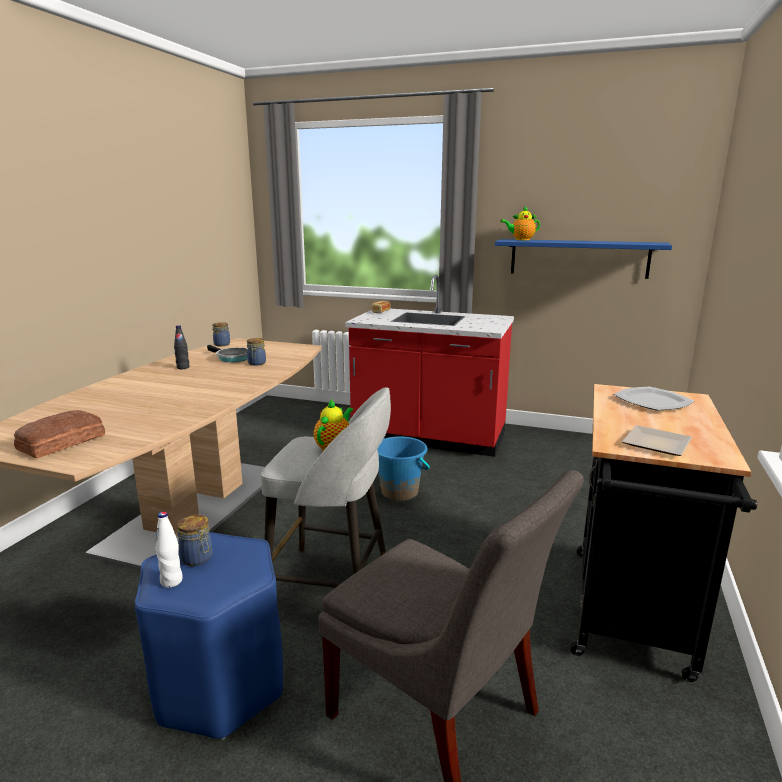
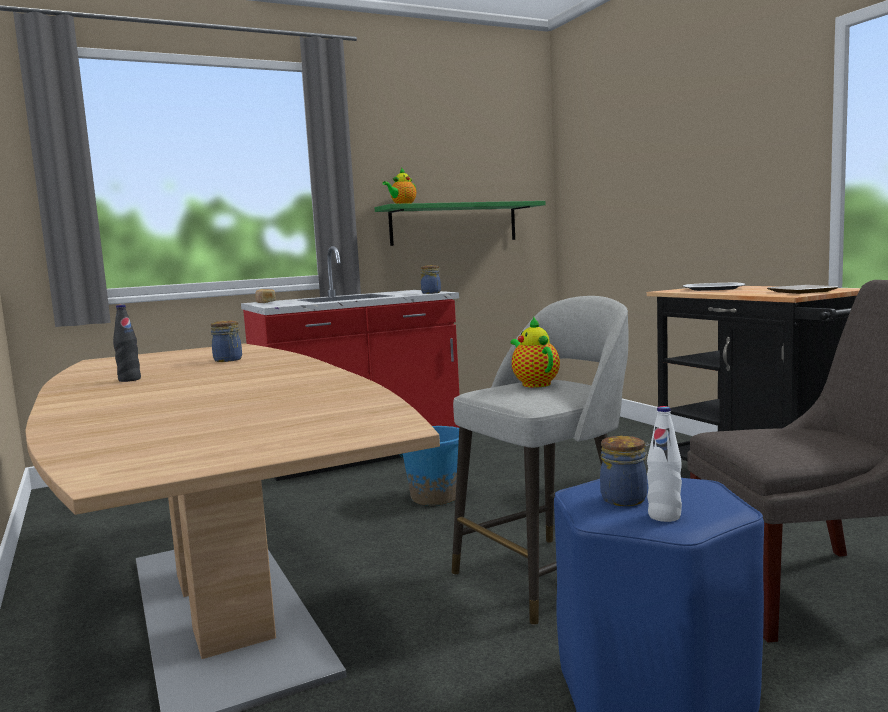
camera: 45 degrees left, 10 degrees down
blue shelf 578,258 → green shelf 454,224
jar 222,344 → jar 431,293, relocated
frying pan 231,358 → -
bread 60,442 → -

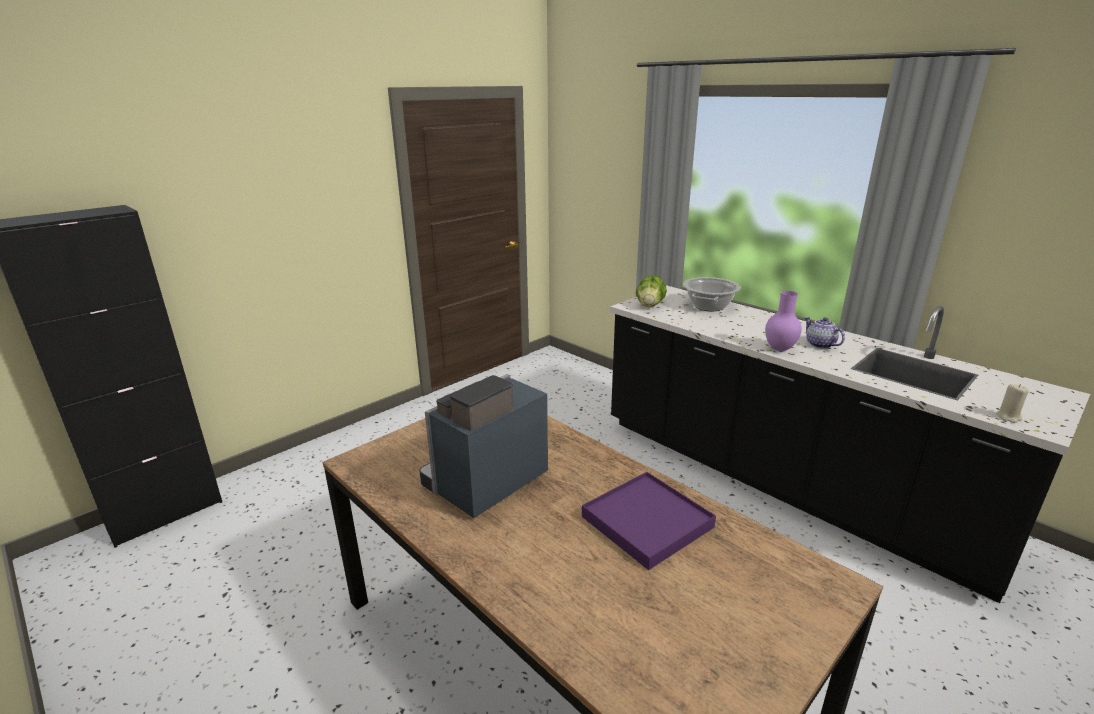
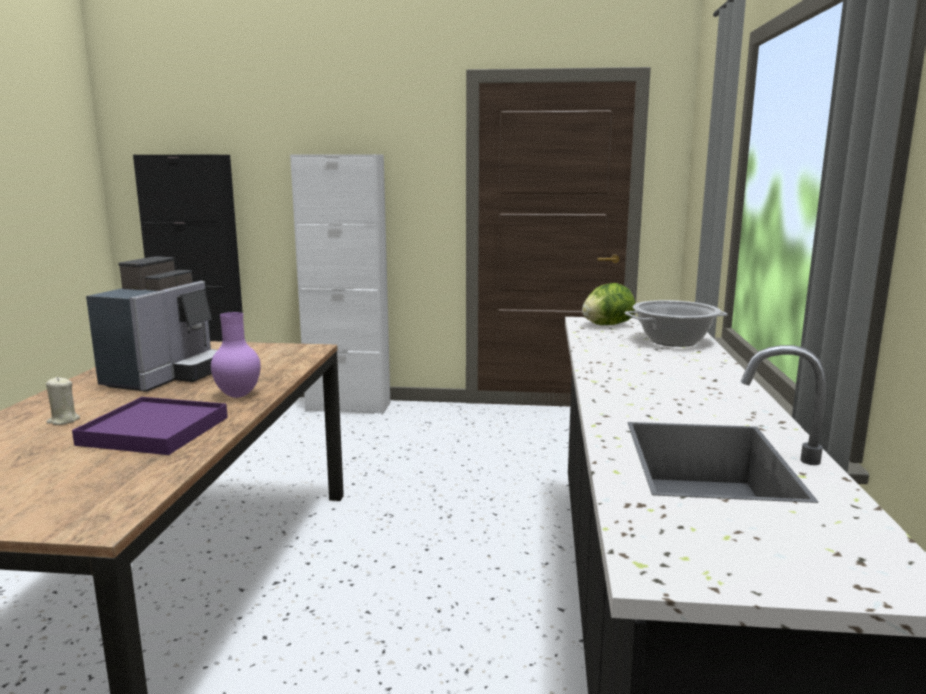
camera: 50 degrees right, 10 degrees down
purple vase 780,349 → purple vase 239,395, relocated
teapot 819,344 → -
coffee machine 484,483 → coffee machine 167,376, 105 degrees clockwise
beige candle 1008,417 → beige candle 63,421, relocated
- → white cabinet 348,407

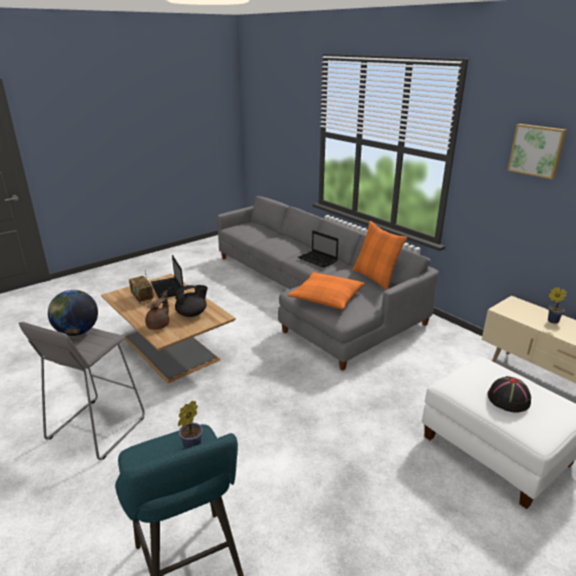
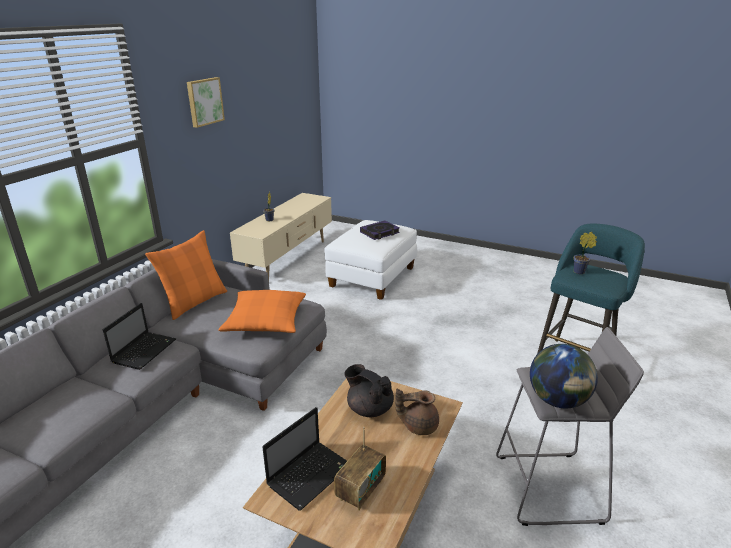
camera: 115 degrees left, 0 degrees up
black hat 508,399 → book 379,233

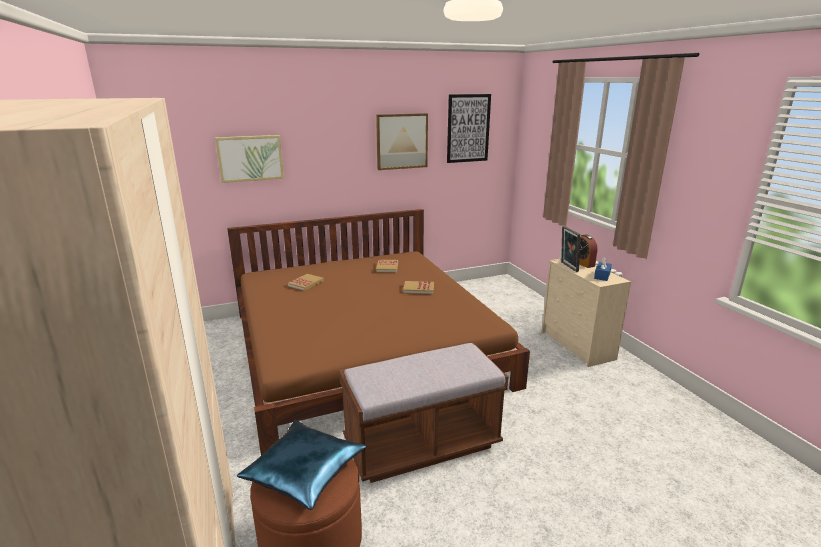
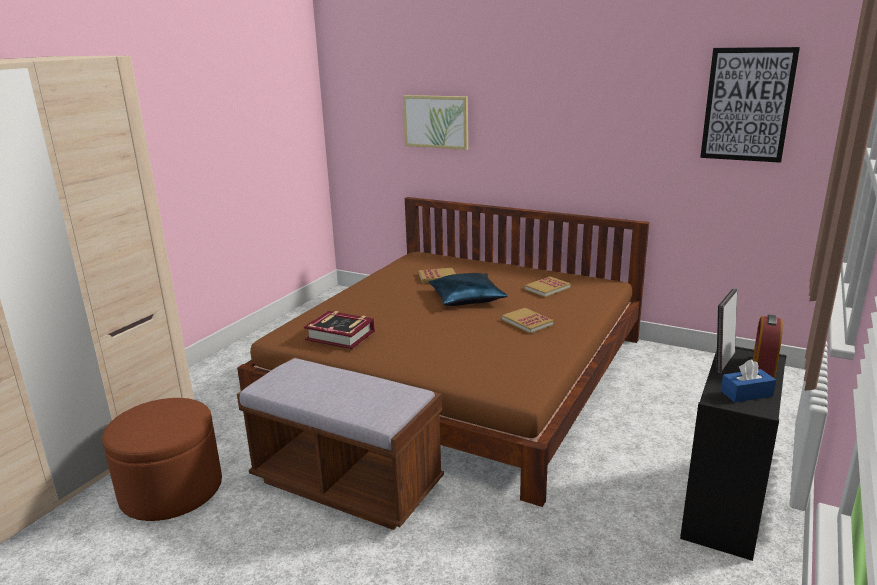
camera: 50 degrees right, 0 degrees up
picture 401,141 → -
beige dresser 578,346 → black dresser 724,508
blue pillow 303,471 → blue pillow 466,298, relocated
- → book 340,335

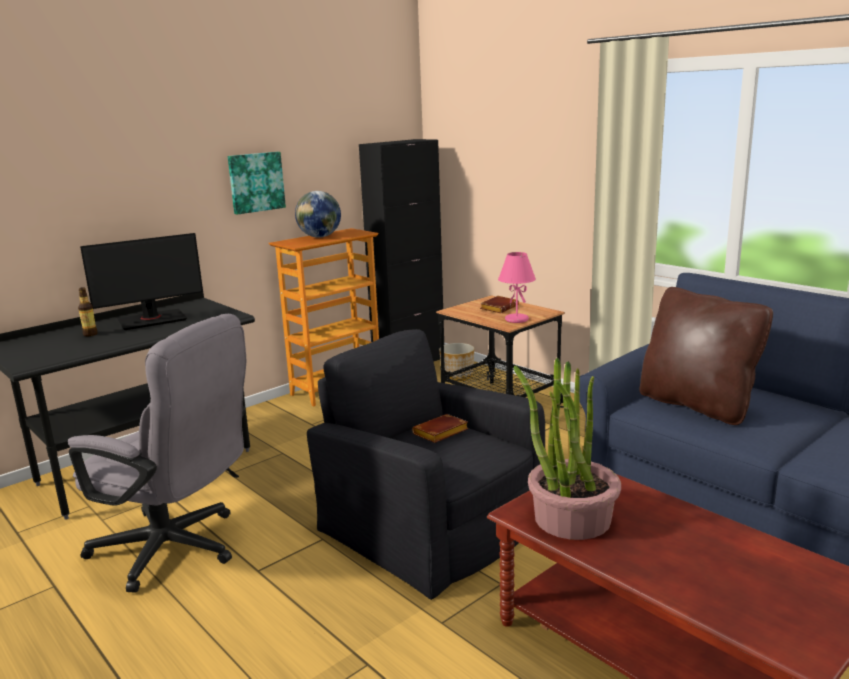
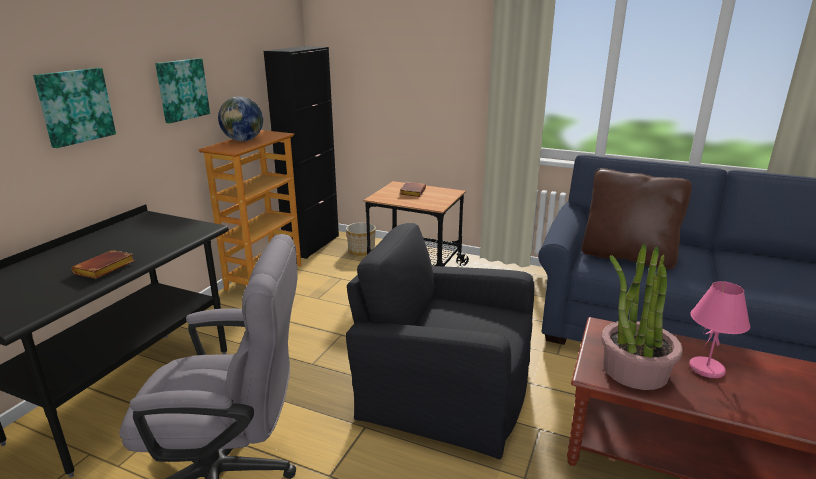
camera: 25 degrees left, 5 degrees up
monitor 152,320 → -
pink table lamp 516,320 → pink table lamp 706,369, relocated
bottle 90,334 → -
brown book 440,433 → brown book 104,269, relocated
- → picture 75,106

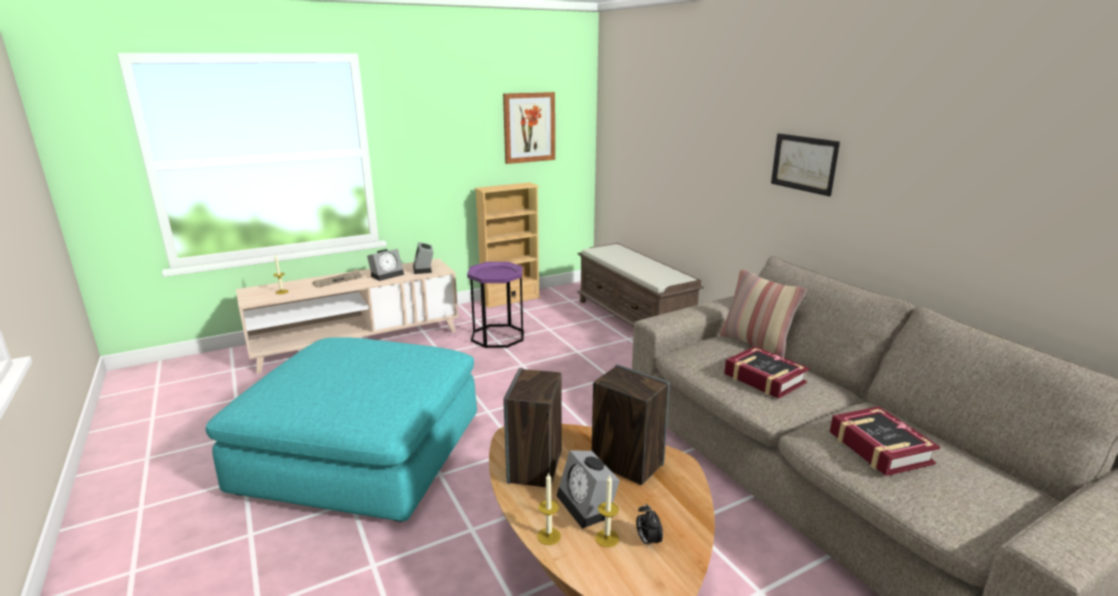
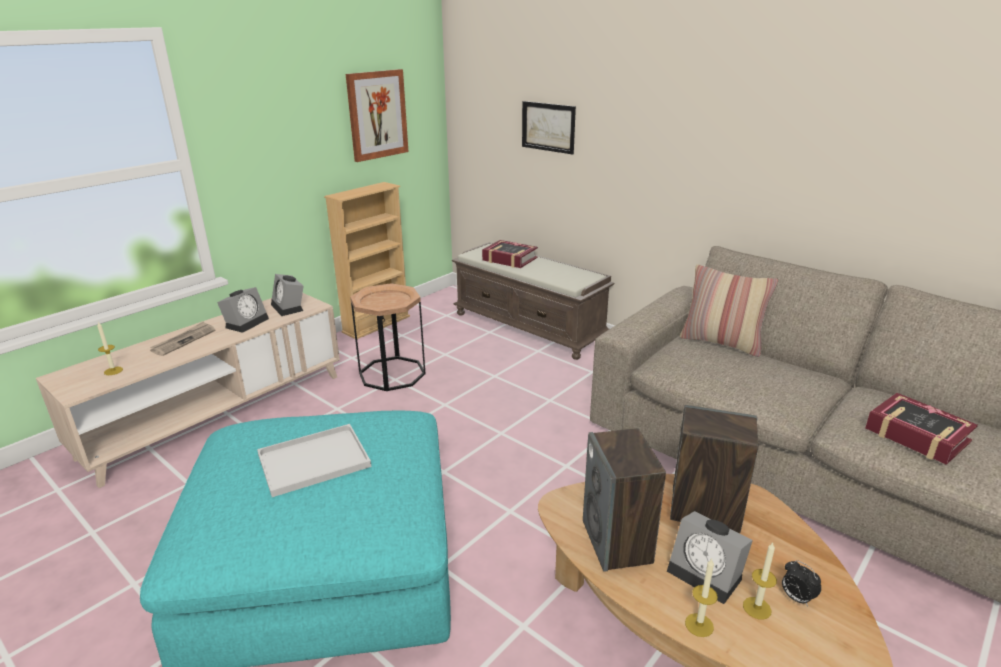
camera: 20 degrees left, 5 degrees up
picture 804,163 → picture 548,127, relocated
purple side table 498,336 → brown side table 392,373
book 764,379 → book 509,259, relocated
- → white tray 315,459

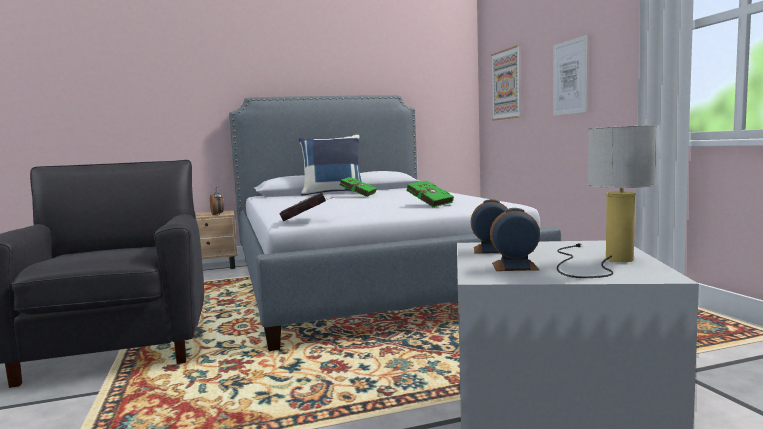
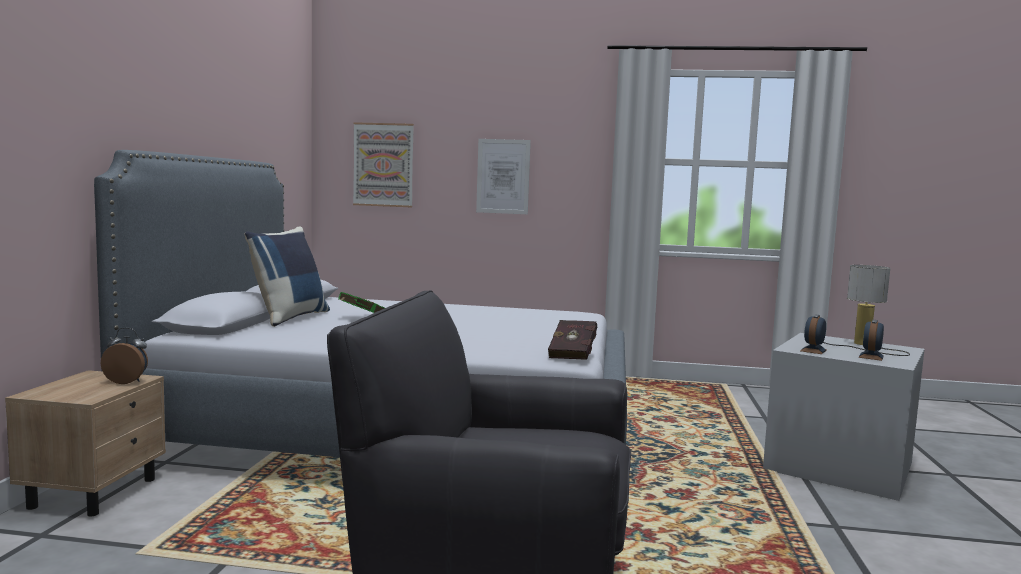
camera: 65 degrees left, 0 degrees up
green book 429,204 → -

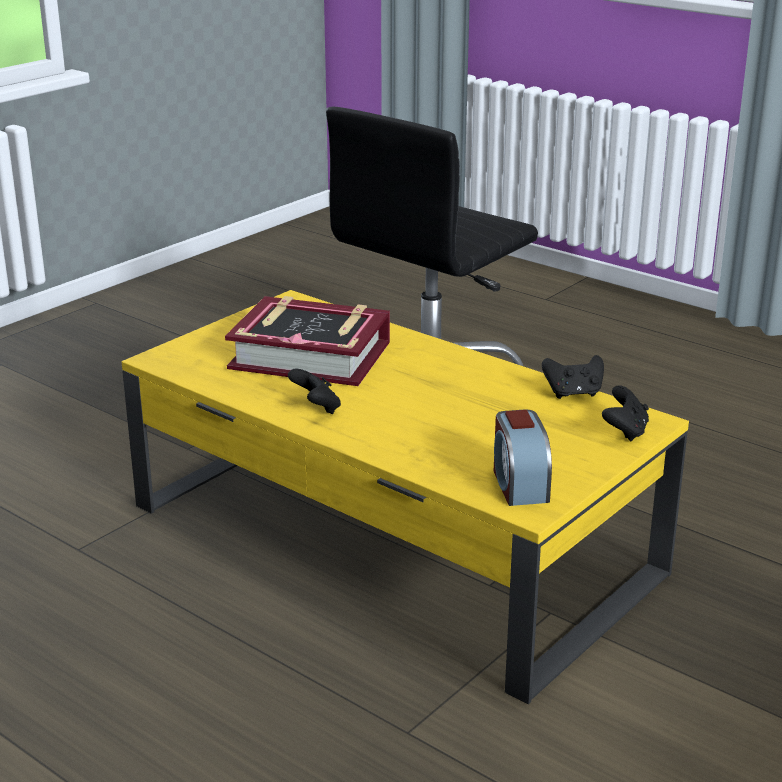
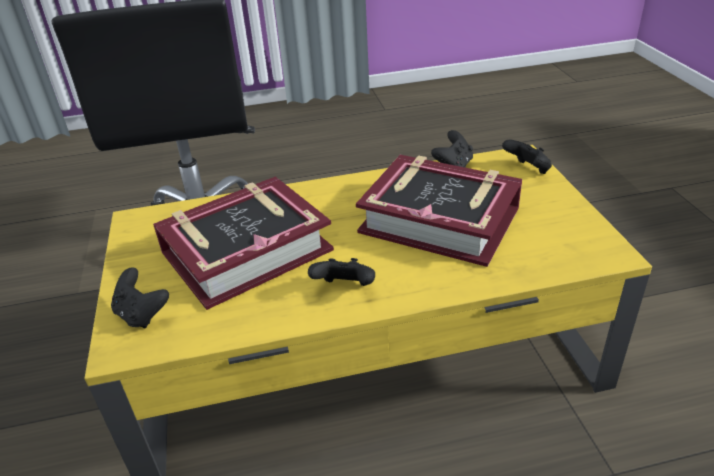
camera: 50 degrees left, 10 degrees up
alarm clock 519,484 → -
- → book 440,220
- → black game controller 142,314

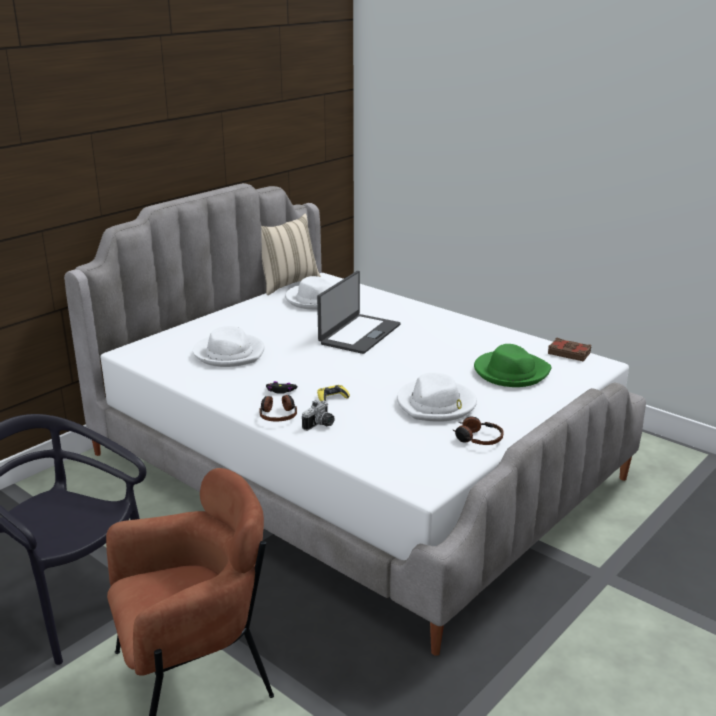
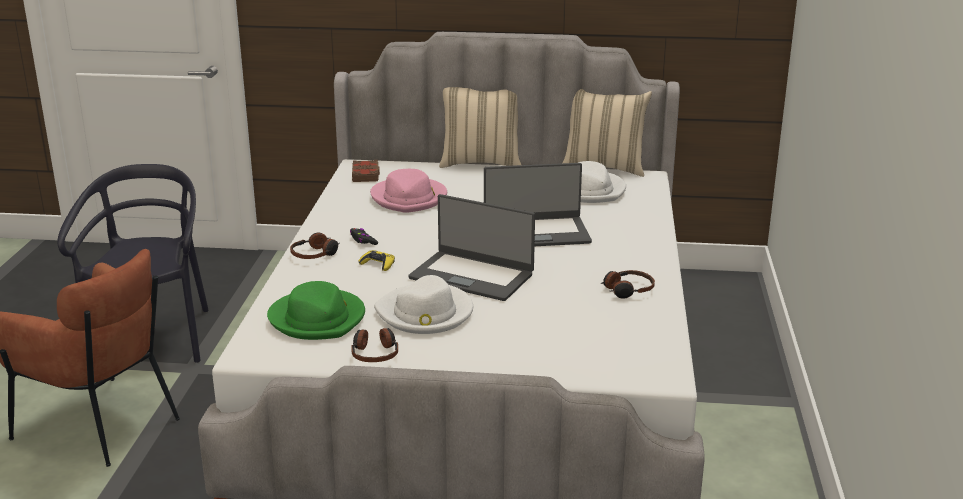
camera: 55 degrees right, 0 degrees up
white hat 229,353 → pink hat 409,198
brown book 569,353 → brown book 366,175, relocated
green hat 511,372 → green hat 318,318, relocated
photo camera 320,425 → -
- → beige pillow 481,163
- → laptop 472,276
- → headphones 627,290

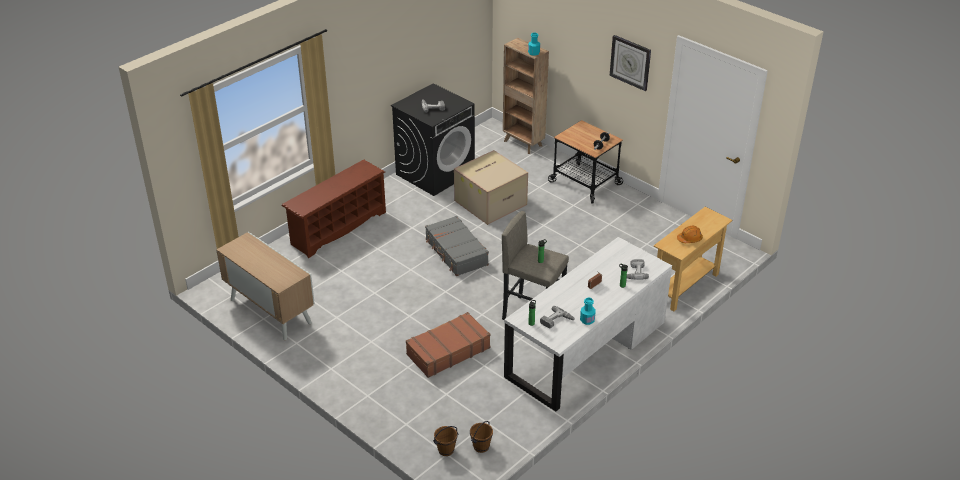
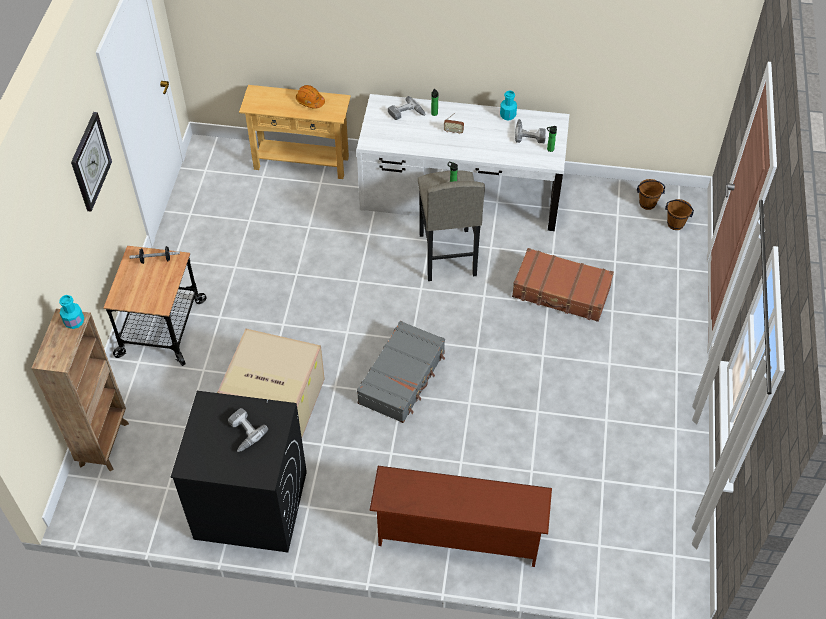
camera: 125 degrees left, 15 degrees up
cabinet 269,311 → -

